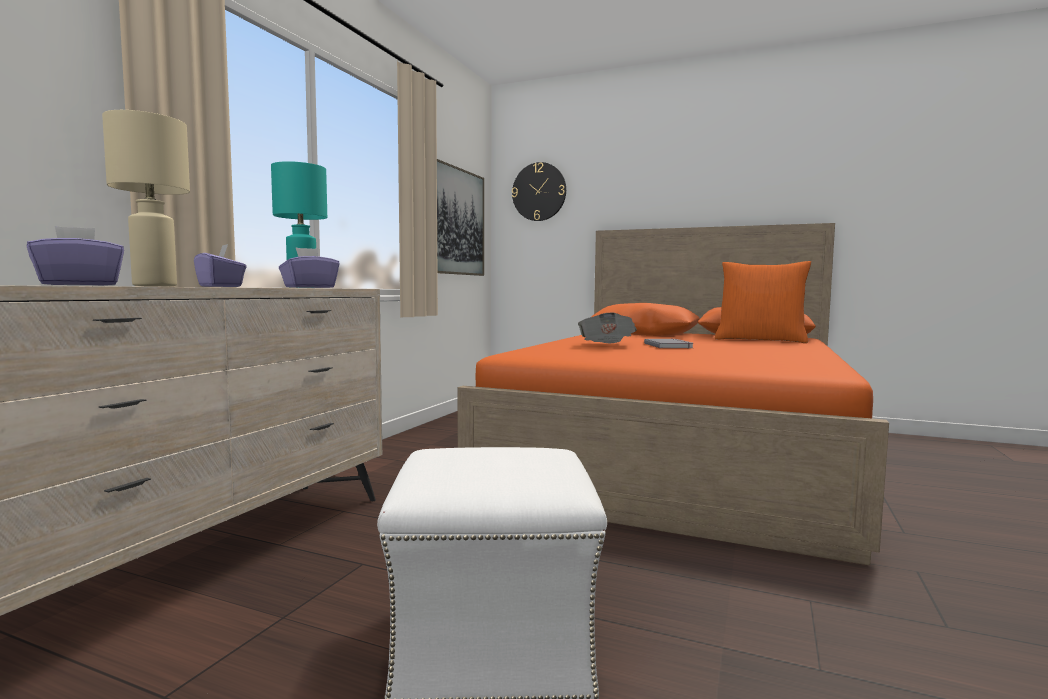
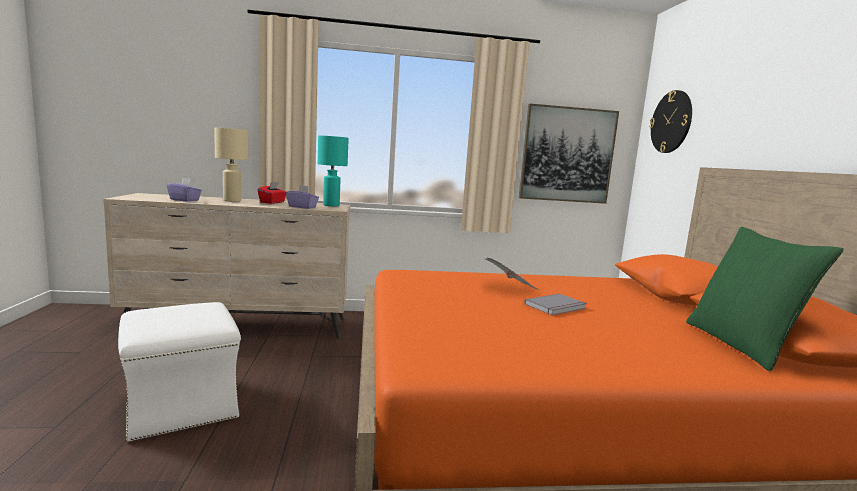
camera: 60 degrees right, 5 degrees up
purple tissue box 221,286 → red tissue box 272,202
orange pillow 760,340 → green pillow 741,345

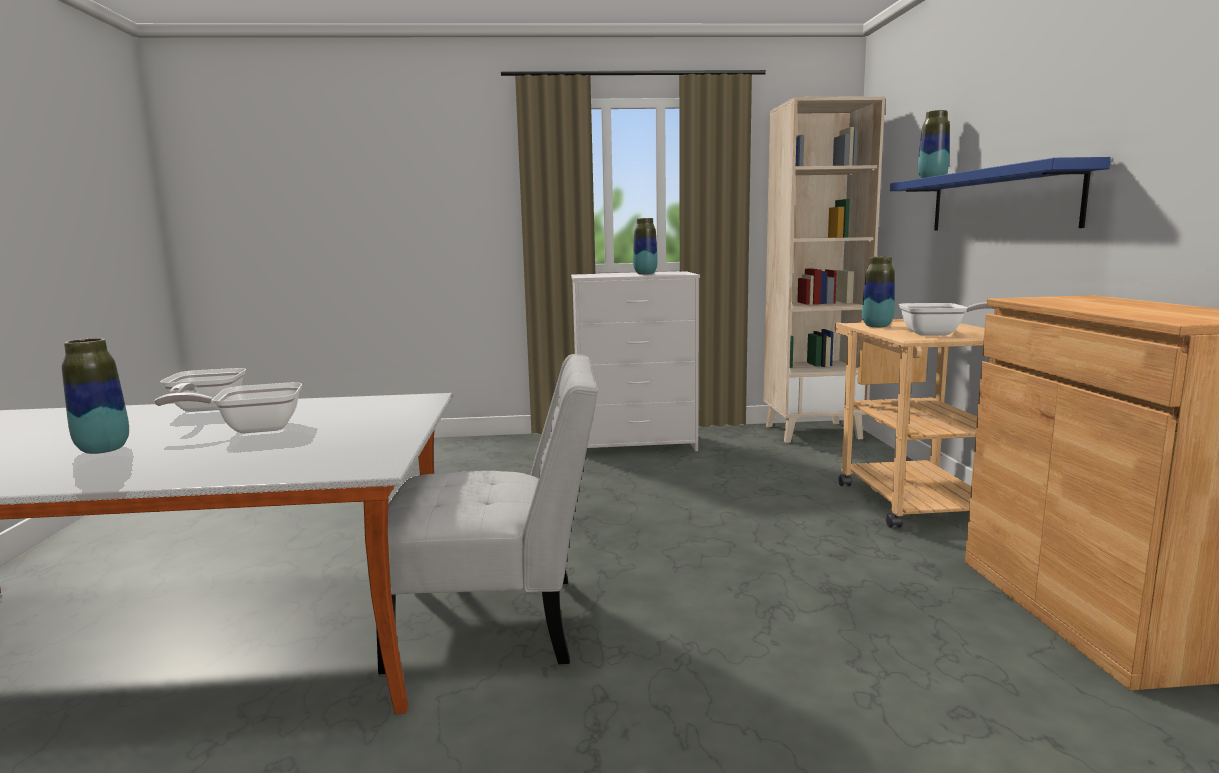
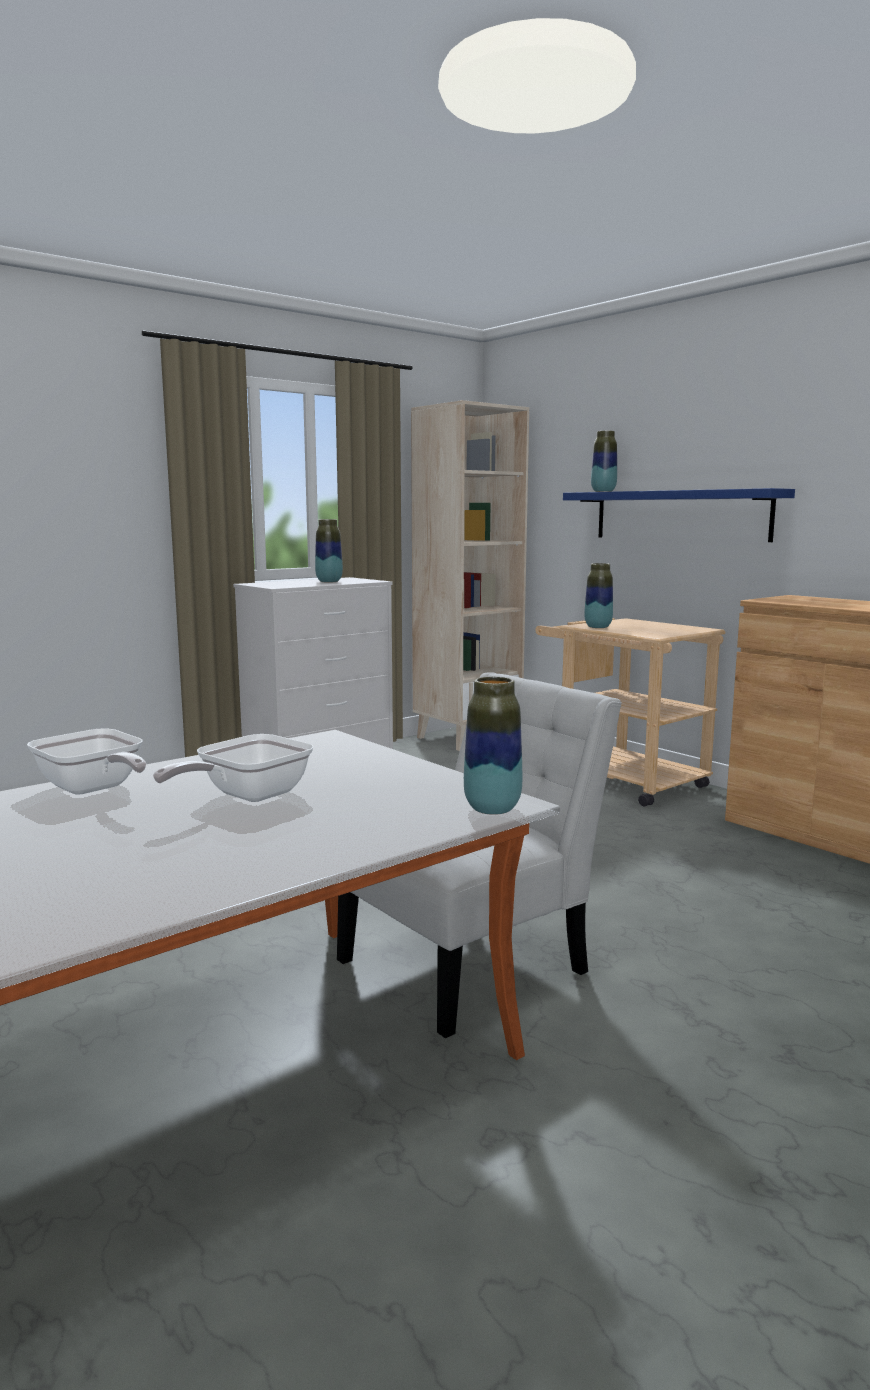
camera: 35 degrees left, 0 degrees up
frying pan 938,334 → -
vase 103,449 → vase 492,809, relocated

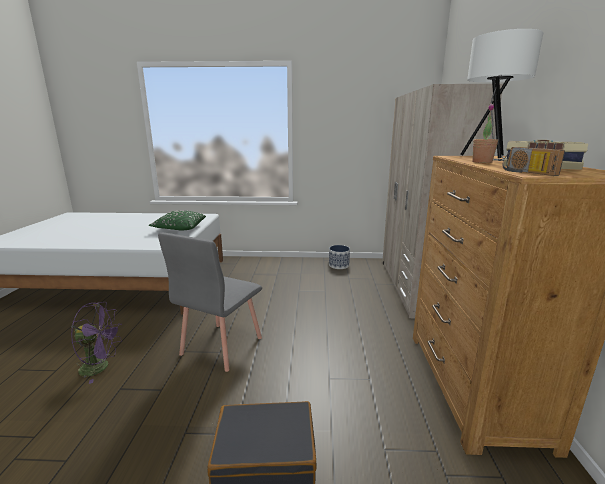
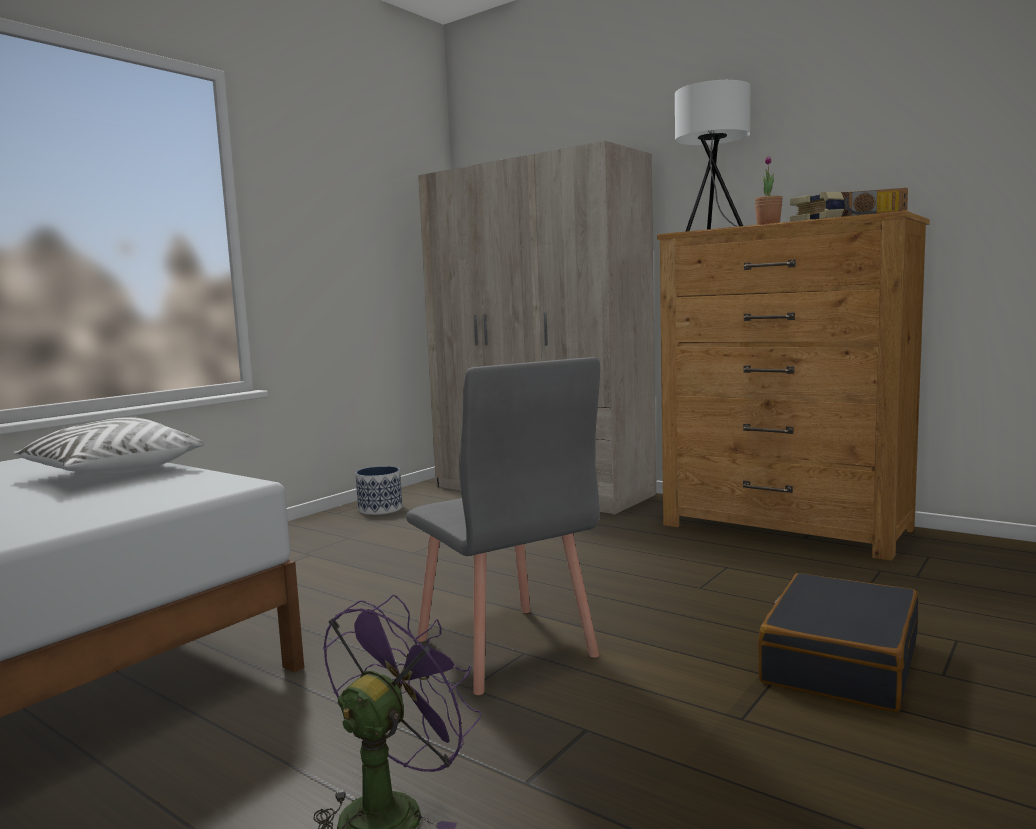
camera: 55 degrees left, 10 degrees down
green pillow 179,228 → white pillow 112,473

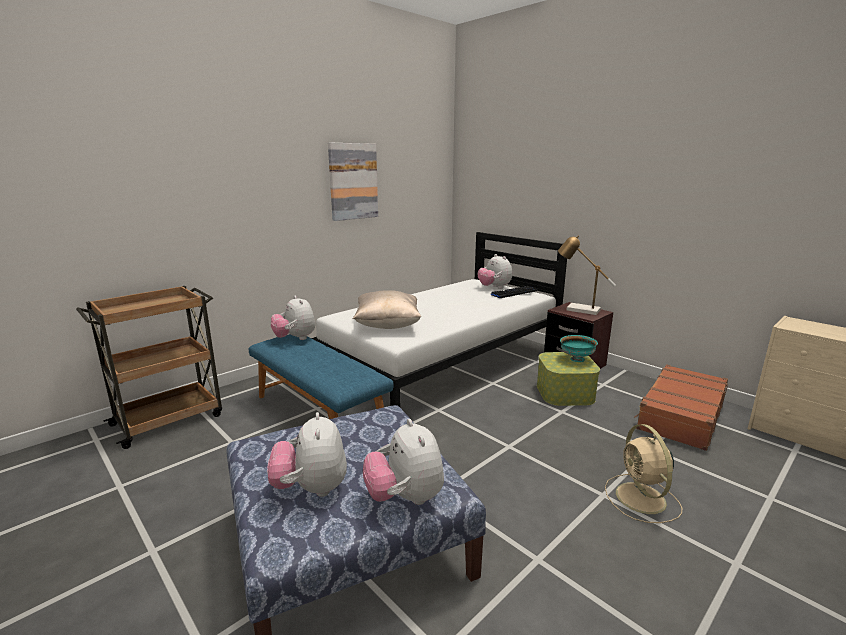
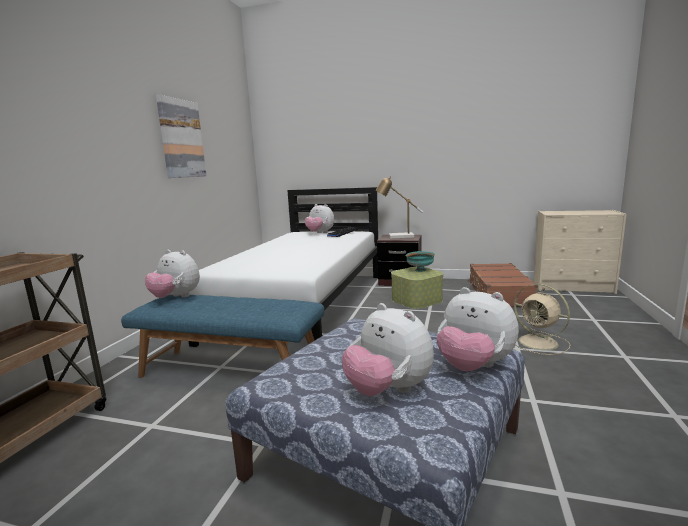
camera: 30 degrees left, 5 degrees down
beige pillow 387,325 → -

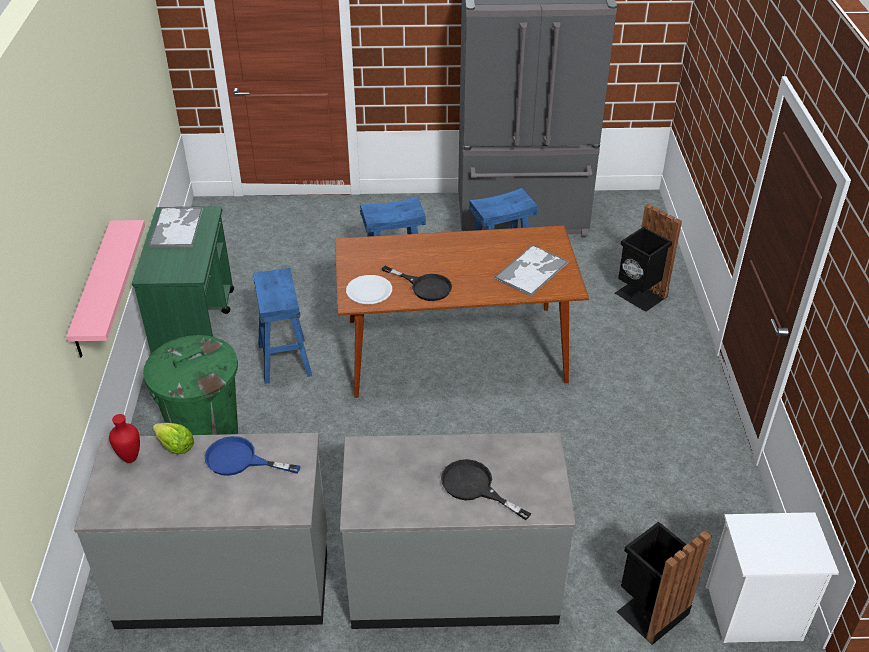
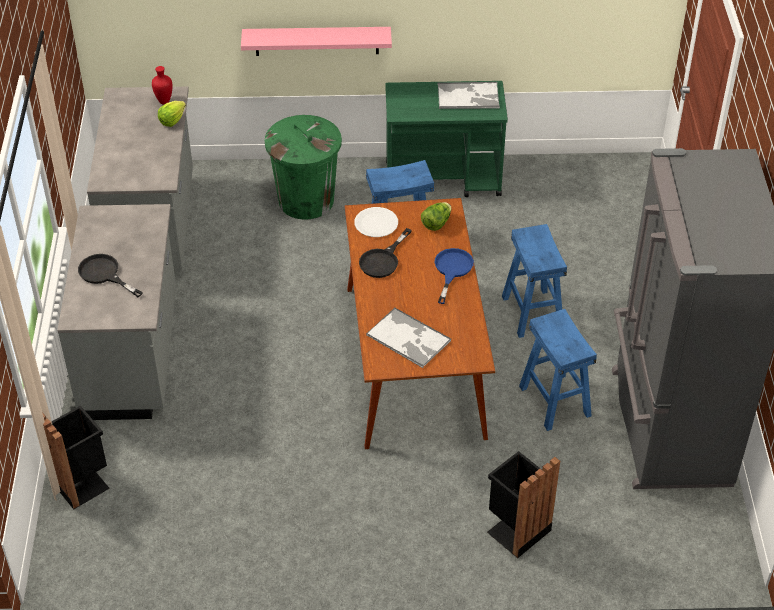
camera: 90 degrees right, 5 degrees up
blue frying pan 240,460 → blue frying pan 452,270, relocated
black frying pan 474,487 → black frying pan 104,274, 90 degrees counterclockwise
white nightstand 753,614 → -
- → lettuce 436,223

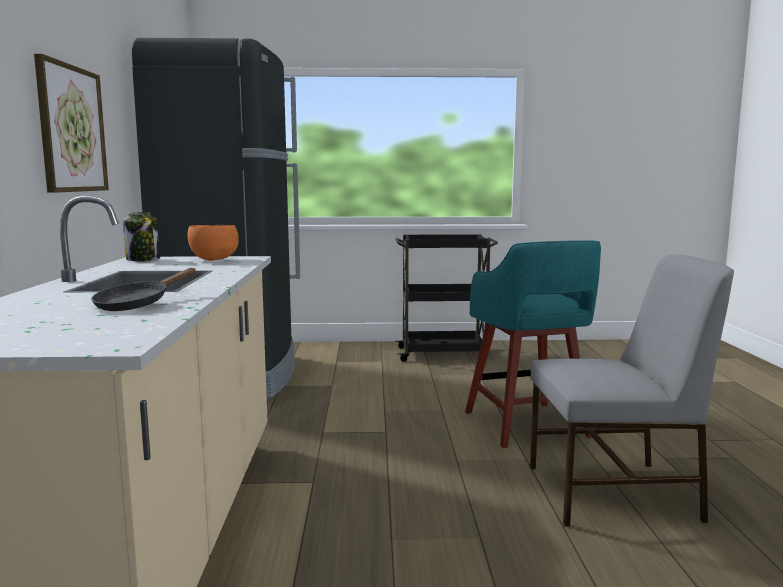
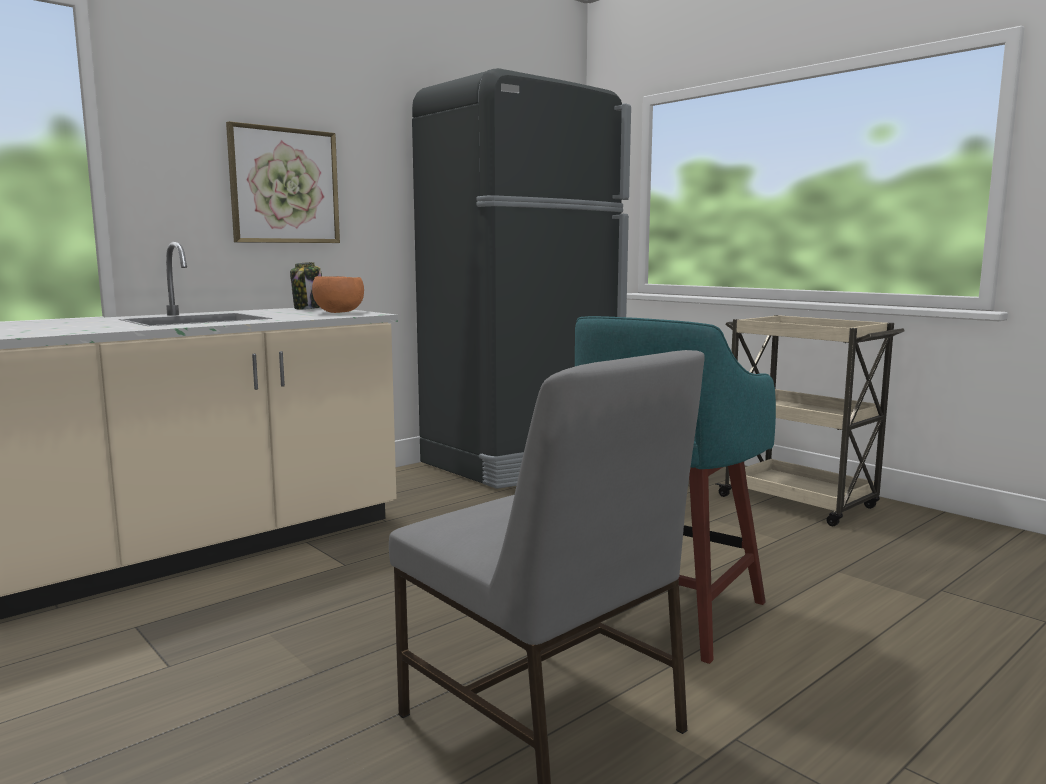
camera: 50 degrees right, 0 degrees up
black cart 443,354 → beige cart 800,503
black frying pan 137,304 → -

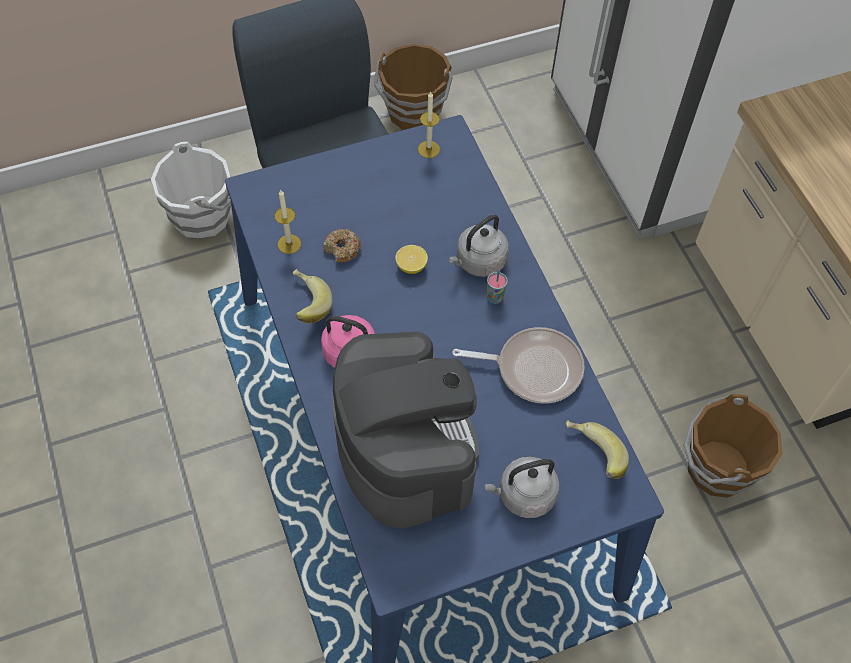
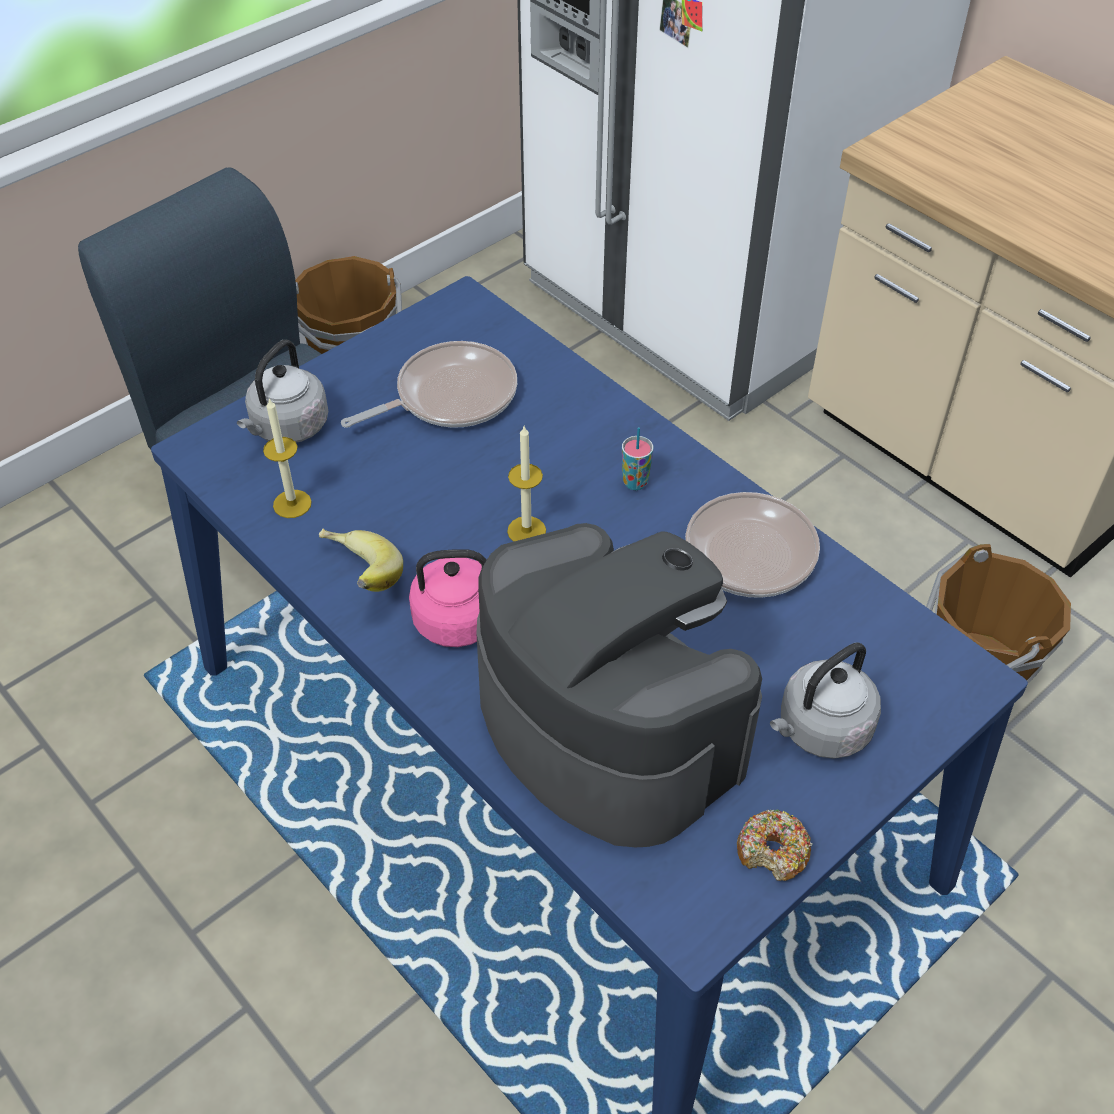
camera: 20 degrees left, 10 degrees down
candle 428,149 → candle 526,531, relocated
white bucket 203,215 → -
grey kettle 478,262 → grey kettle 287,428, relocated
donut 342,249 → donut 773,851, relocated
lemon 411,266 → -
banana 591,456 → -
- → frying pan 449,396

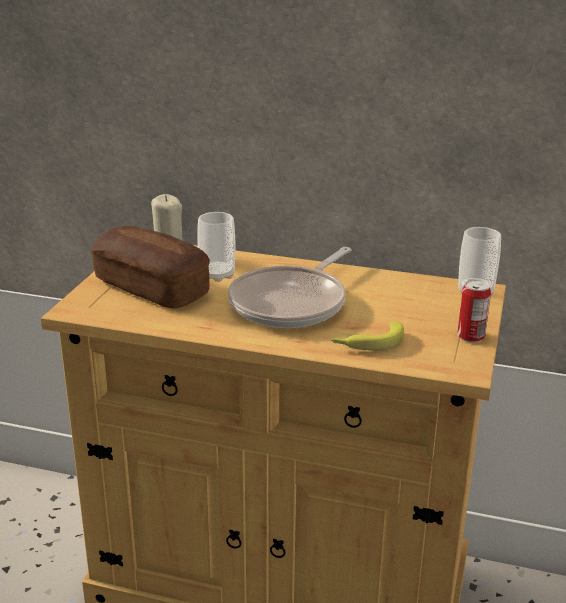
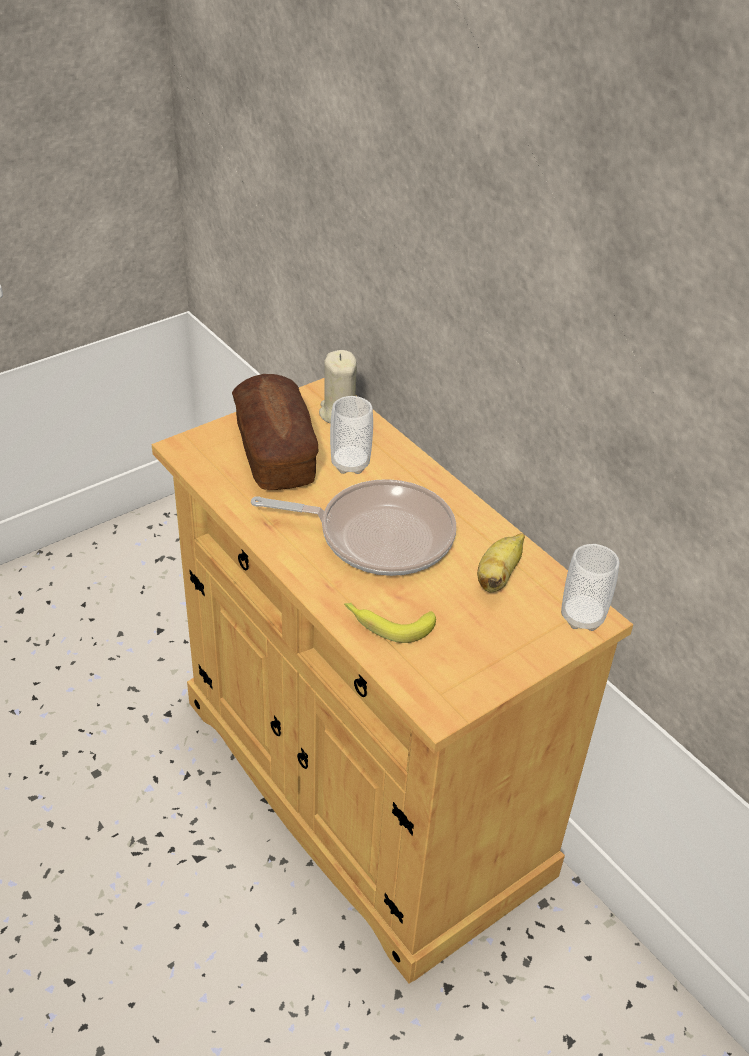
camera: 35 degrees right, 15 degrees up
frying pan 292,303 → frying pan 378,535, 150 degrees counterclockwise
can 470,336 → -
- → banana 498,576

